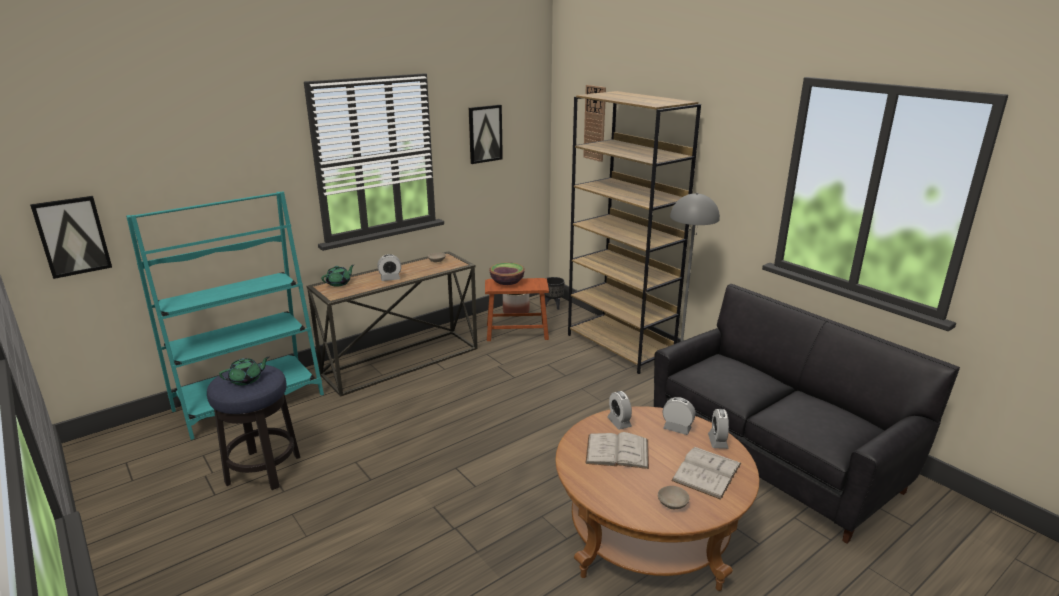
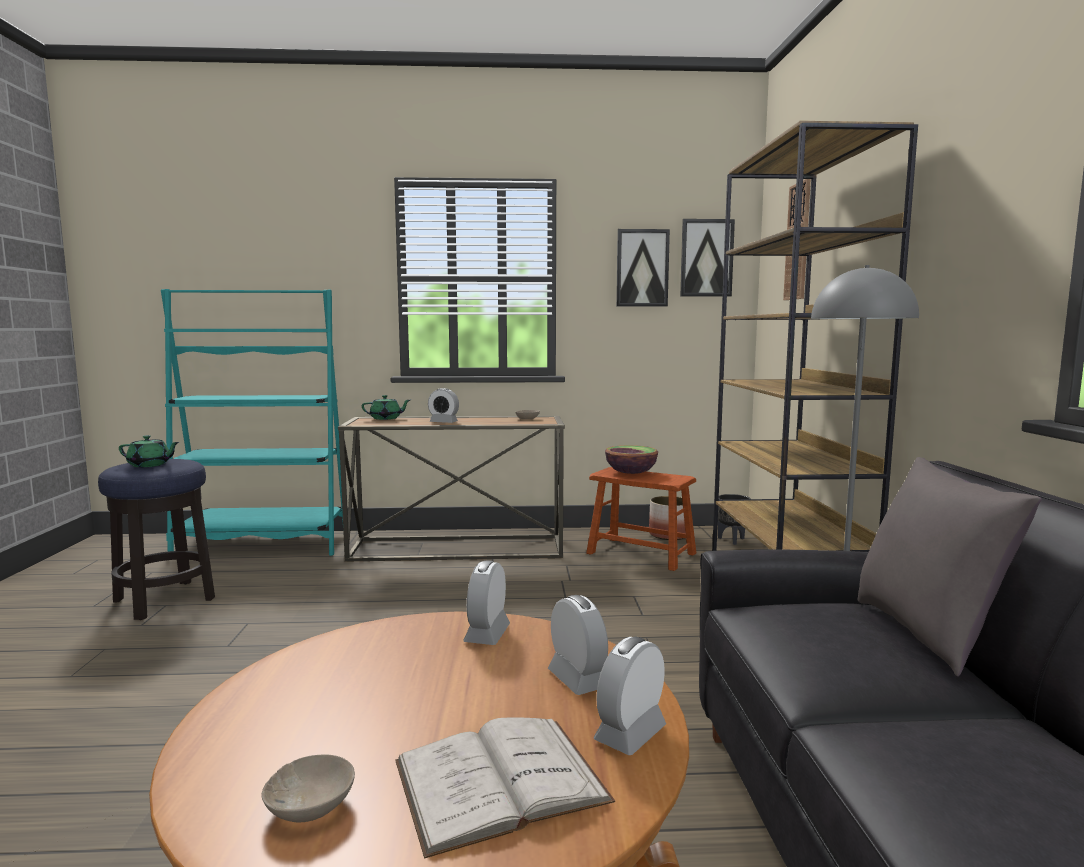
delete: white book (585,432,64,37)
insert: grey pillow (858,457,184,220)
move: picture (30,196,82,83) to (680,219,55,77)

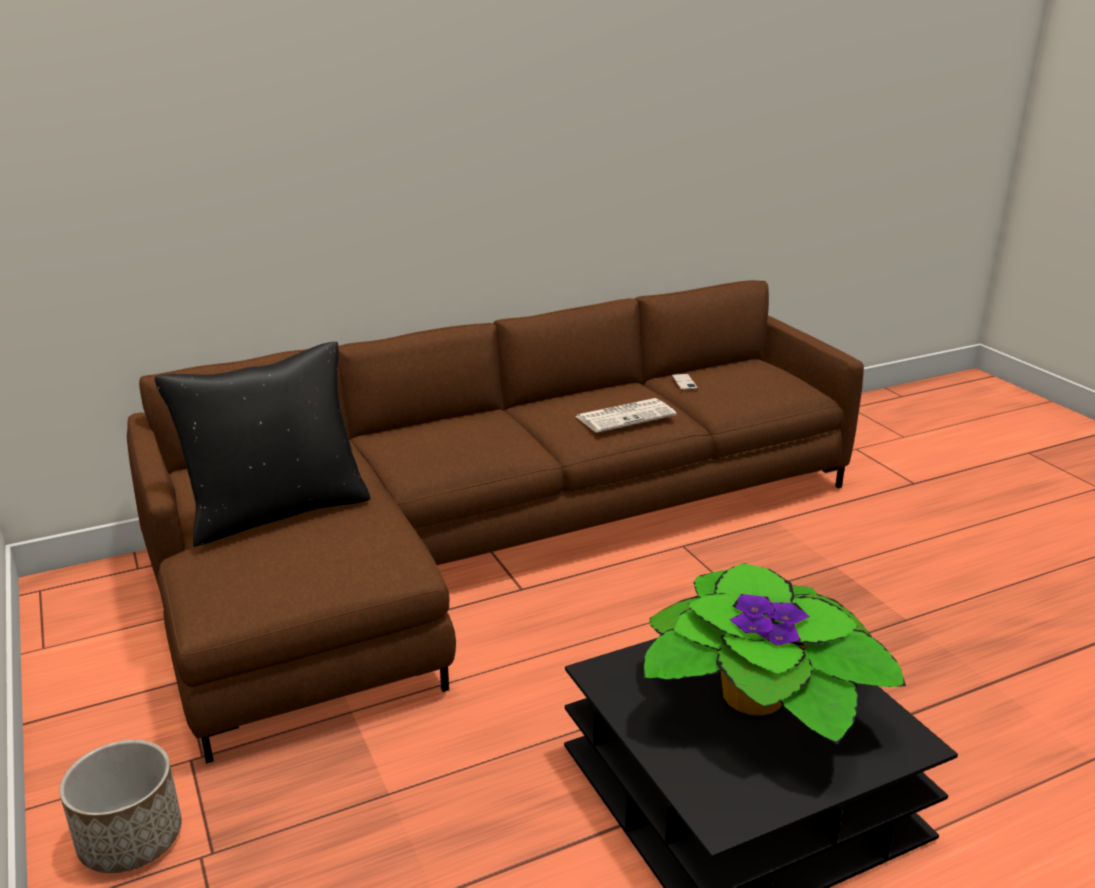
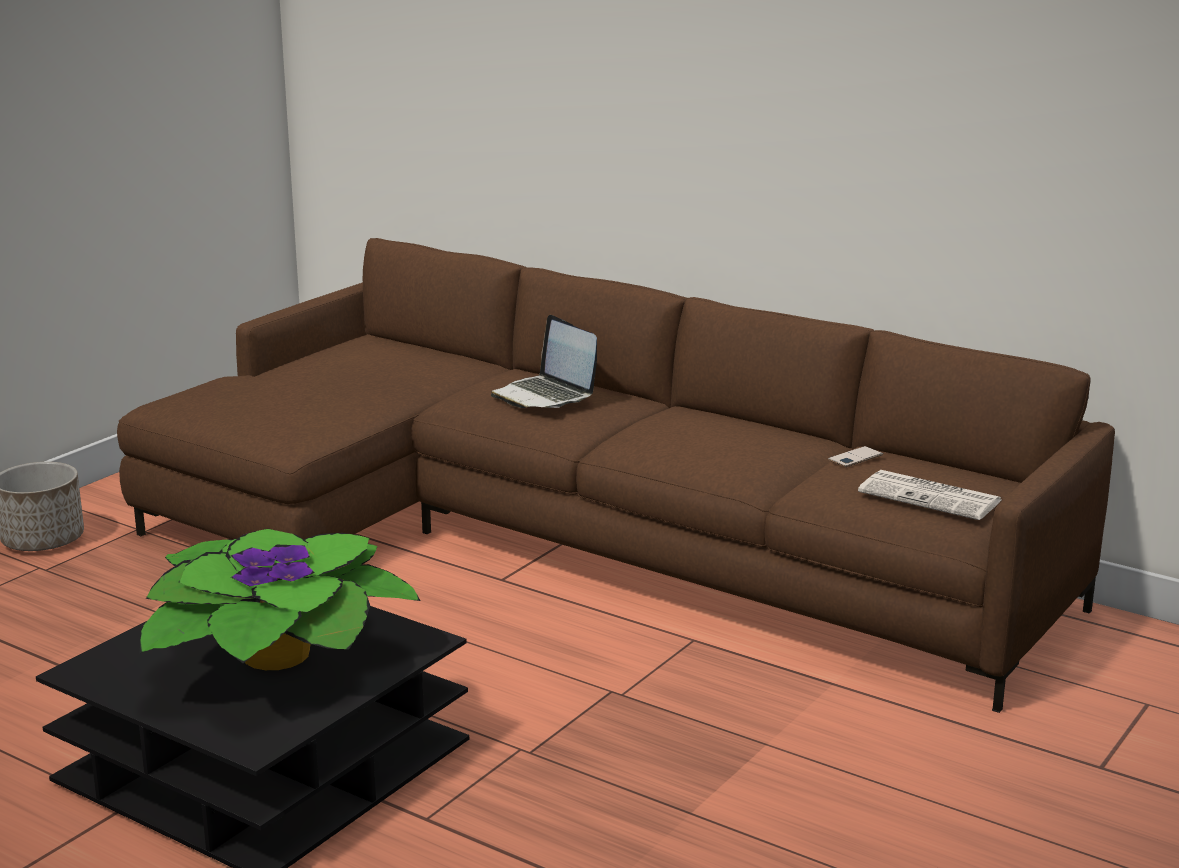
delete: black pillow (154,342,217,205)
insert: laptop (491,315,106,93)
move: newspaper (576,398,100,35) to (858,470,143,50)

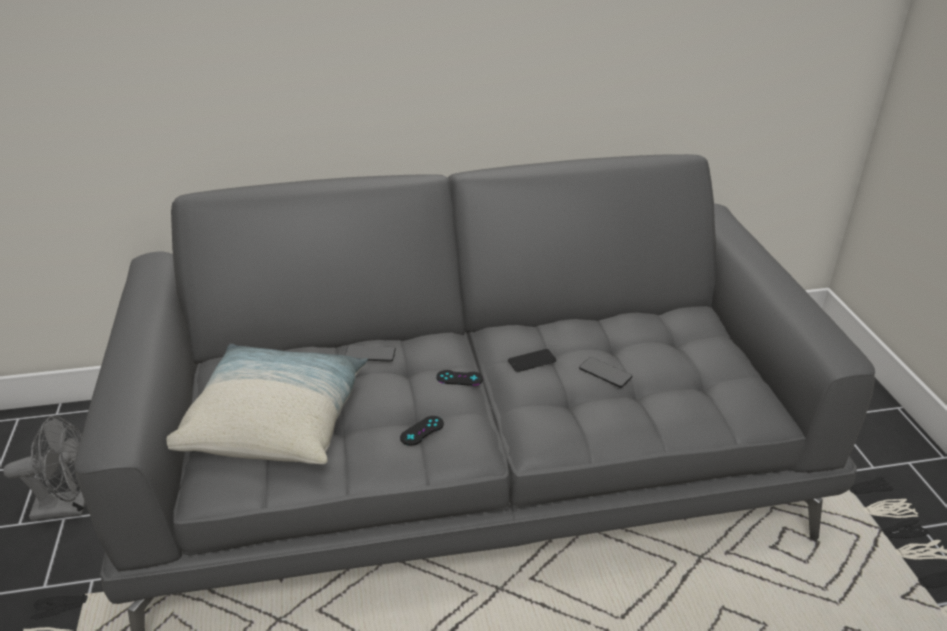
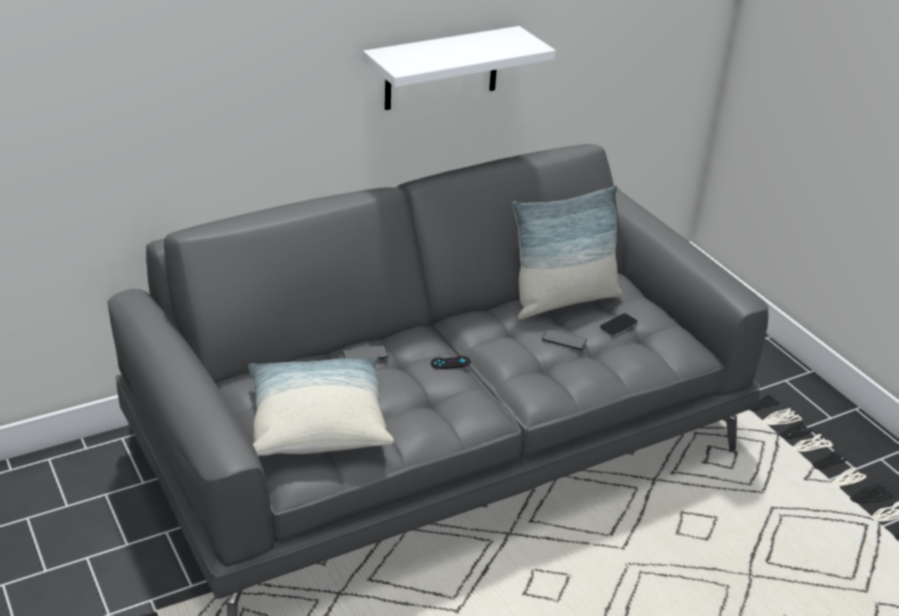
delete: grey fan (3,415,82,106); black game controller (400,416,44,30)
insert: white shelf (363,26,193,84); pillow (512,185,110,134)
move: phone (508,349,49,23) to (600,313,37,22)

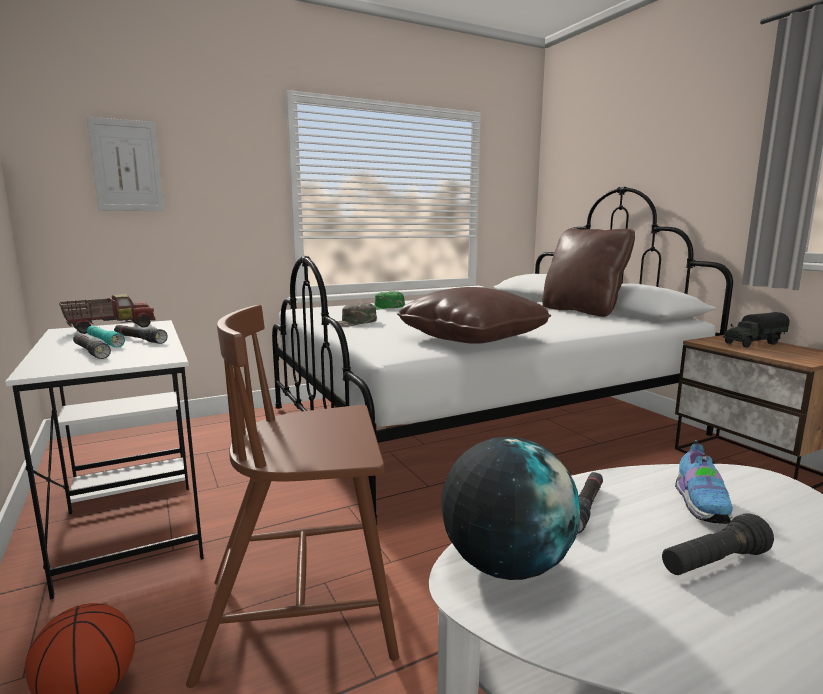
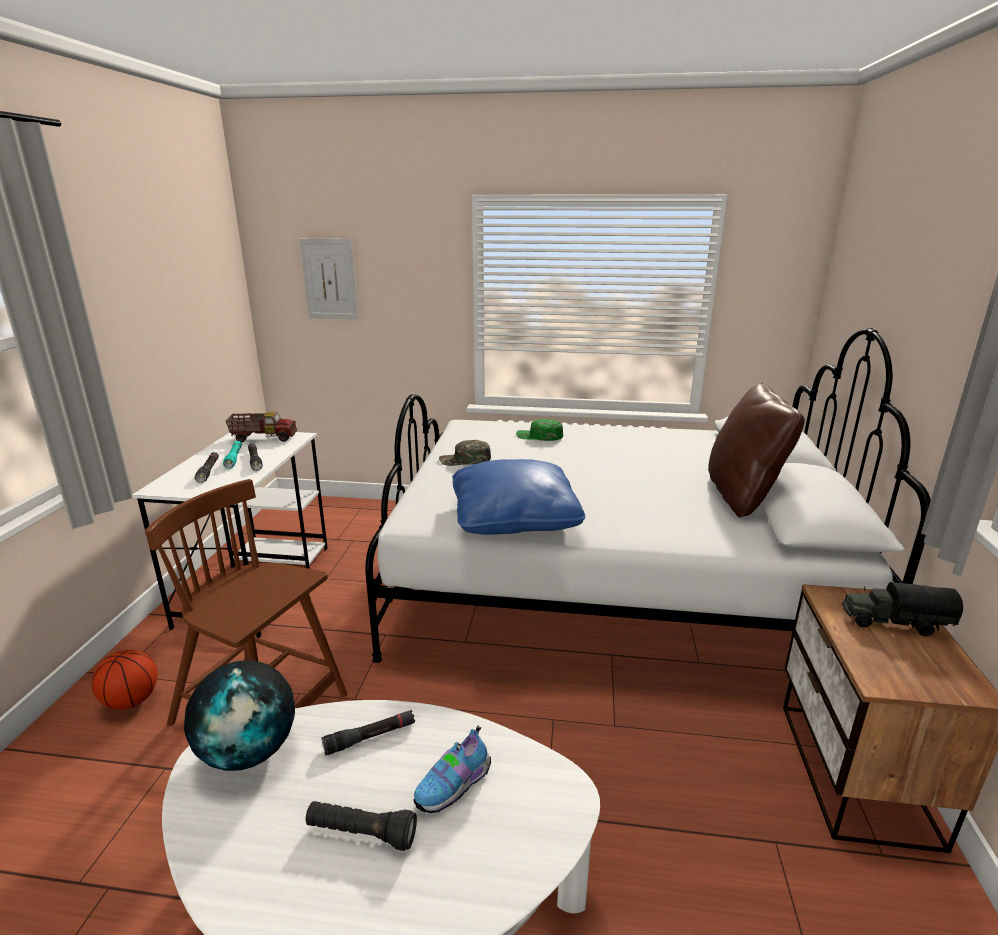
recolor: brown pillow (397,287,154,57) to blue pillow (452,459,133,76)

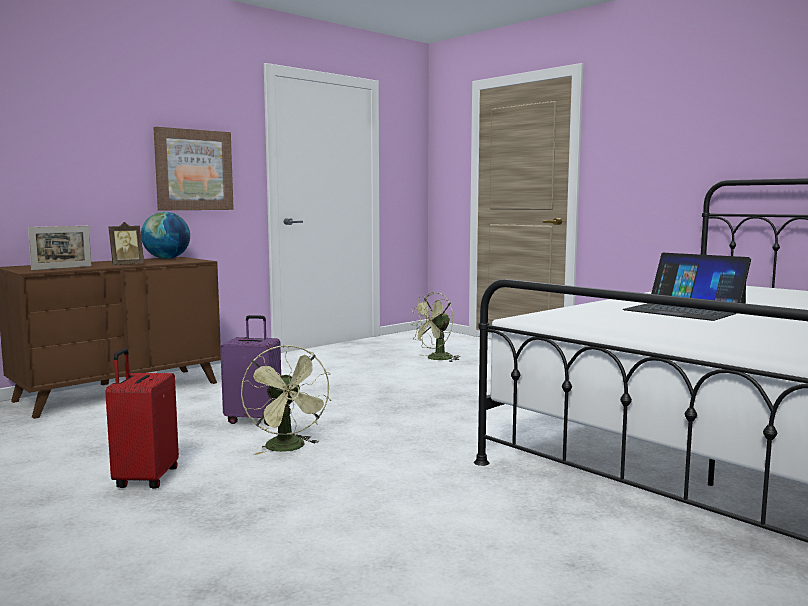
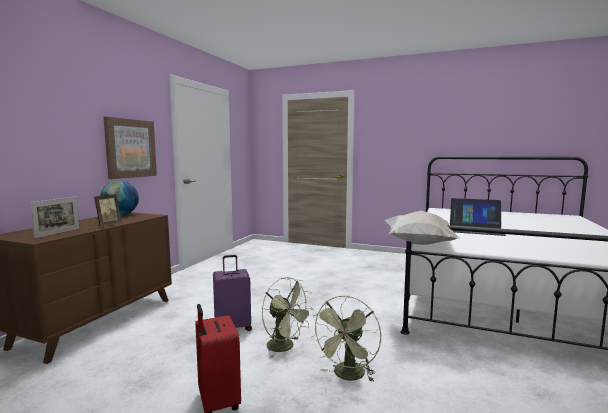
insert: white pillow (385,211,75,34)
move: green fan (410,292,49,70) to (311,296,70,86)

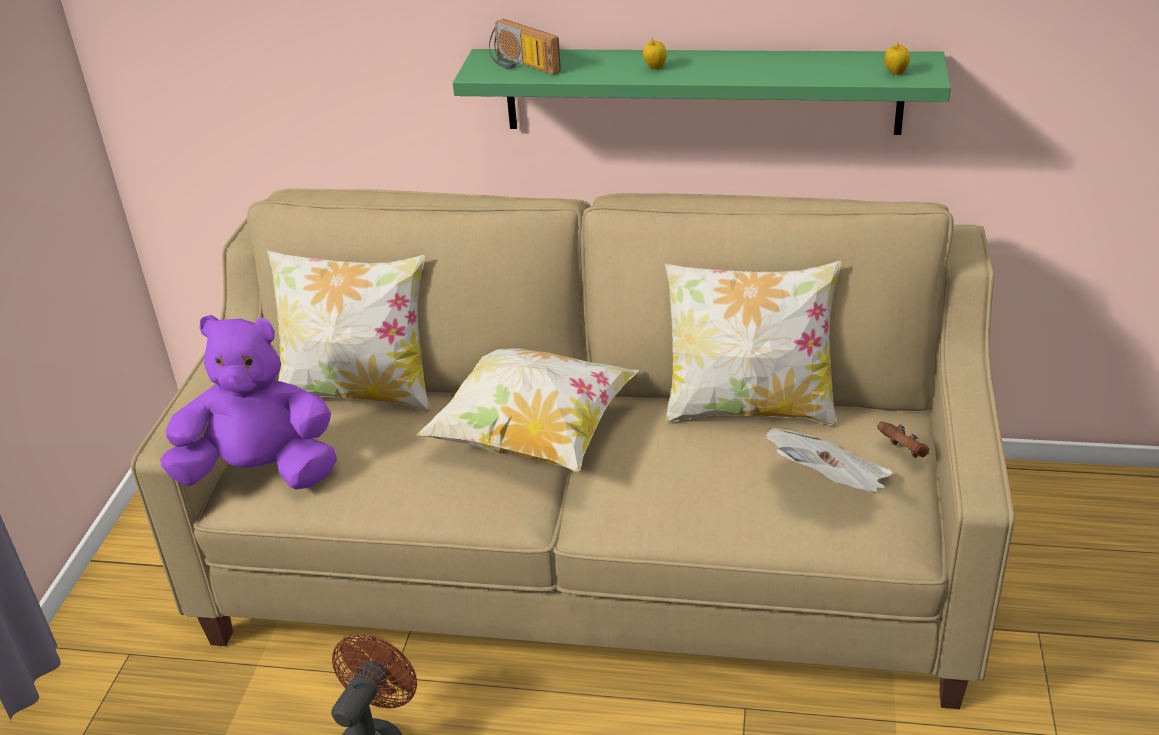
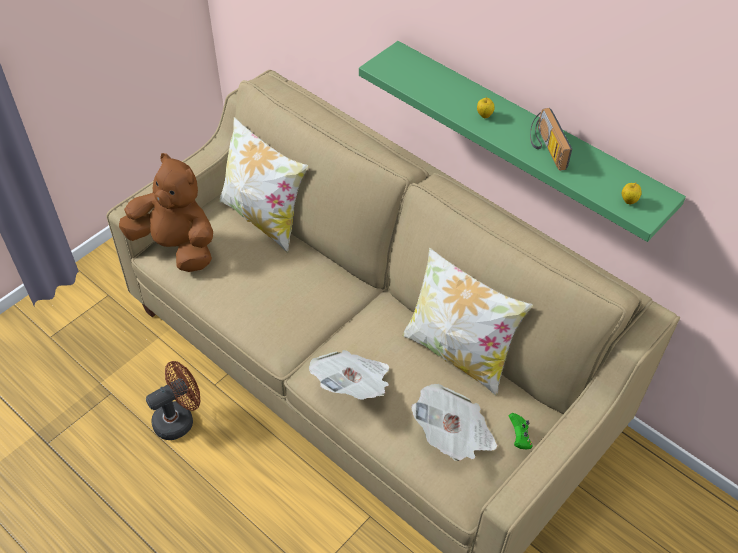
delete: pillow (416,348,223,123)
insert: newspaper (309,350,80,50)
move: radio (489,19,72,56) to (530,108,42,63)
recolor: purple plush toy (160,315,177,175) to brown plush toy (119,153,94,119); brown game controller (877,421,52,37) to green game controller (509,413,24,36)

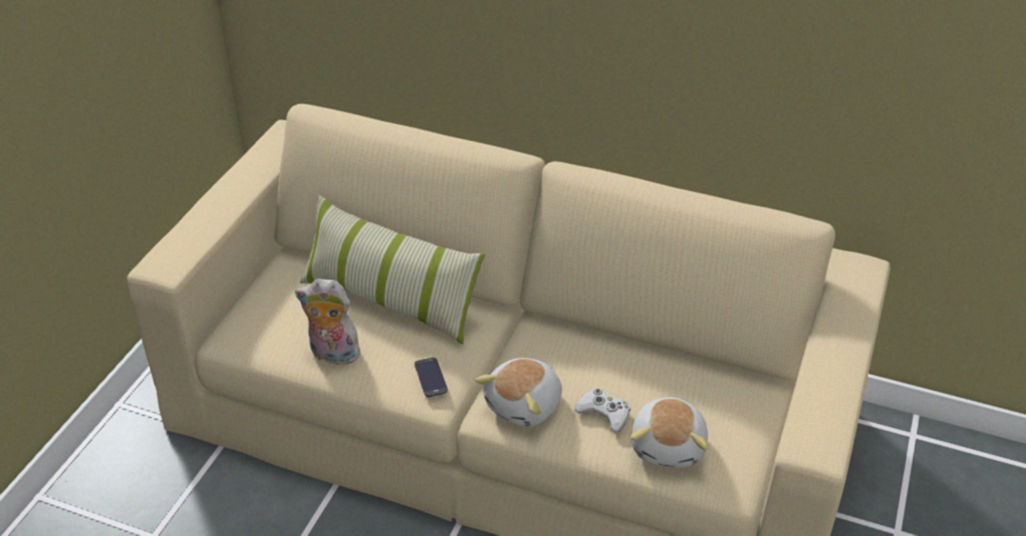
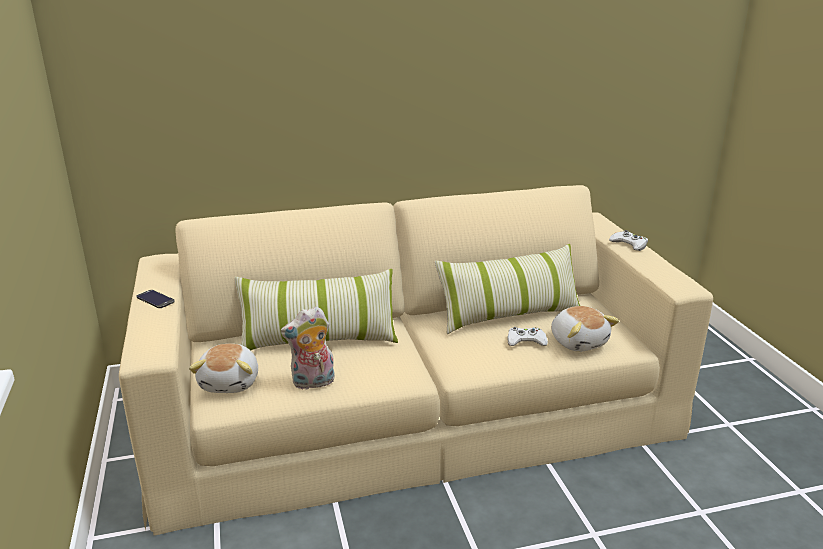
insert: pillow (435,244,145,90); white game controller (609,230,39,21)
move: phone (414,357,34,40) to (137,290,38,18); plush toy (475,358,87,69) to (189,343,69,50)

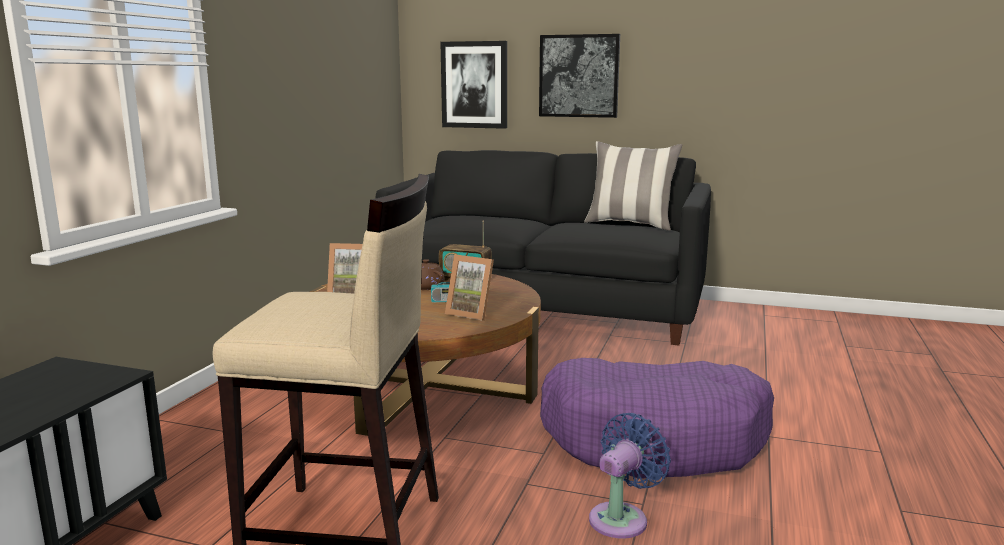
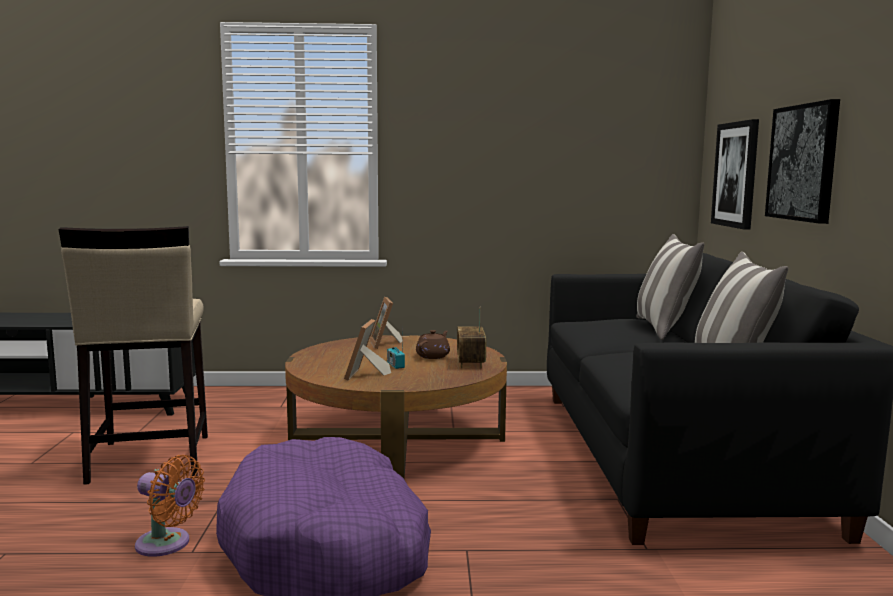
insert: pillow (637,234,67,106)
recolor: blue fan (589,413,82,125) to orange fan (135,455,70,102)

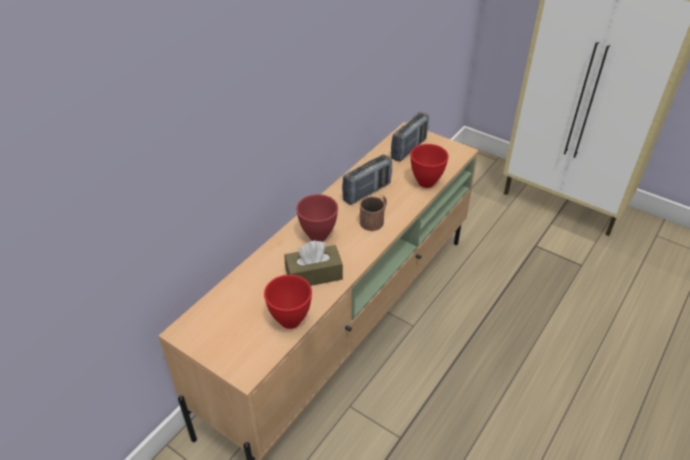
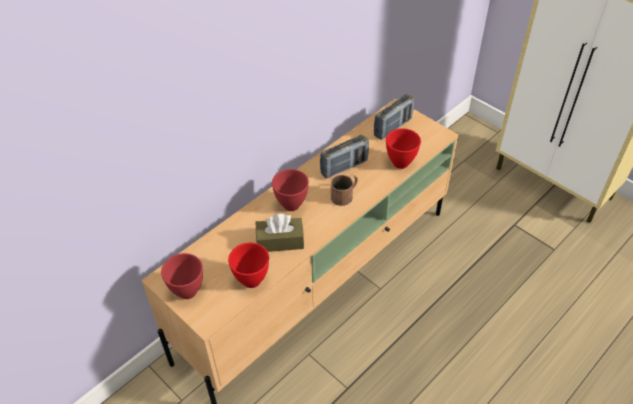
insert: red bowl (161,253,42,46)

